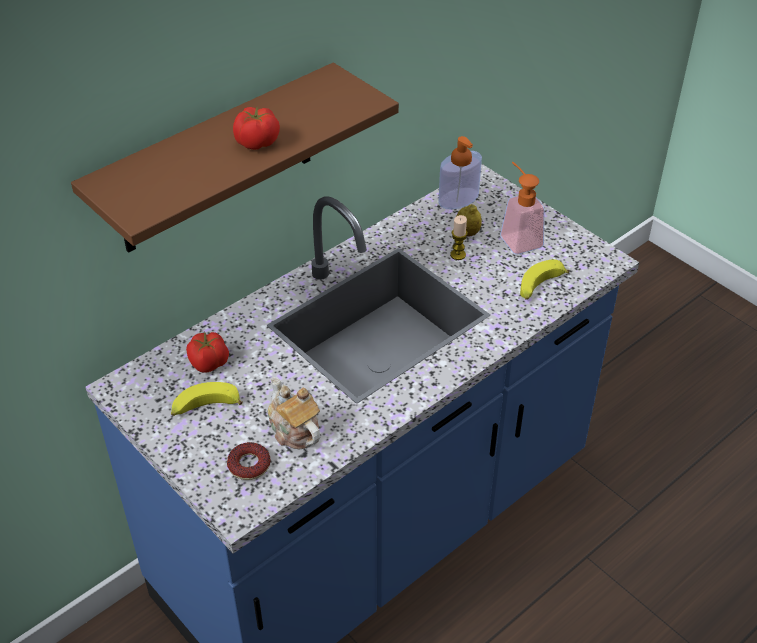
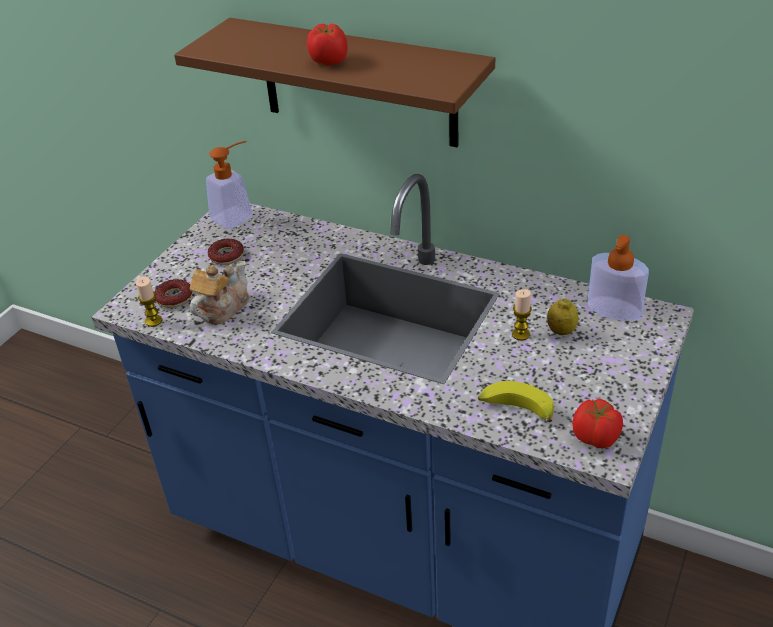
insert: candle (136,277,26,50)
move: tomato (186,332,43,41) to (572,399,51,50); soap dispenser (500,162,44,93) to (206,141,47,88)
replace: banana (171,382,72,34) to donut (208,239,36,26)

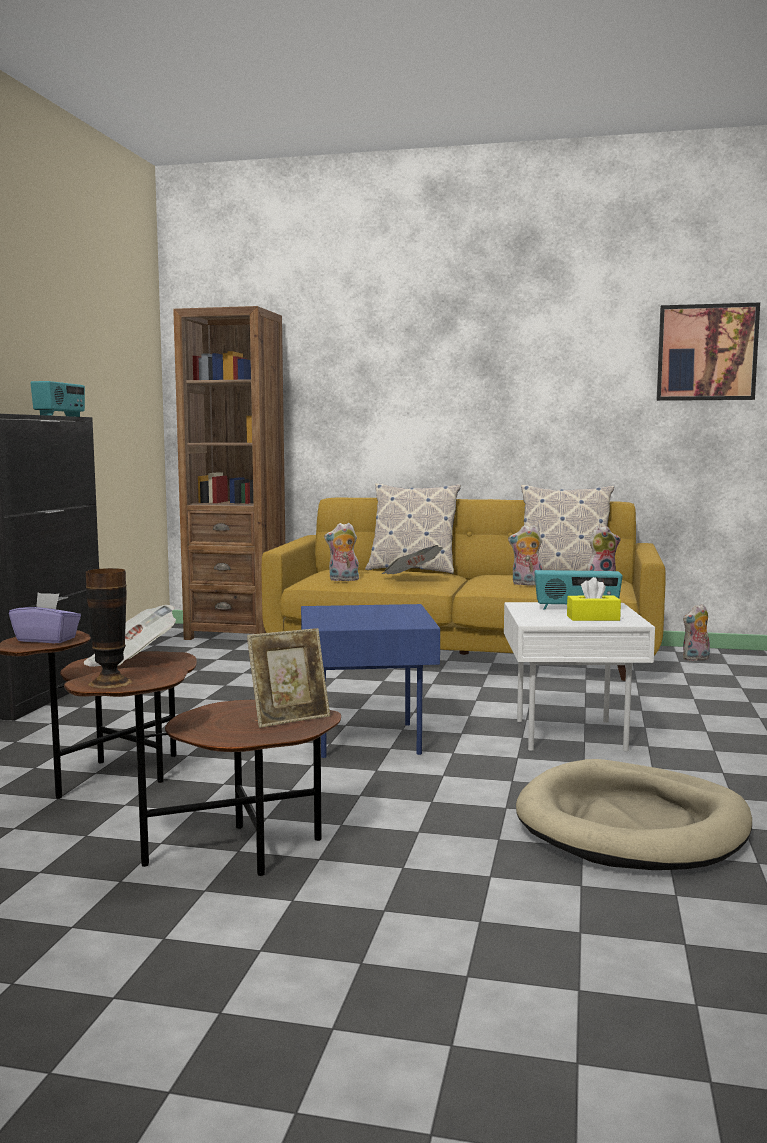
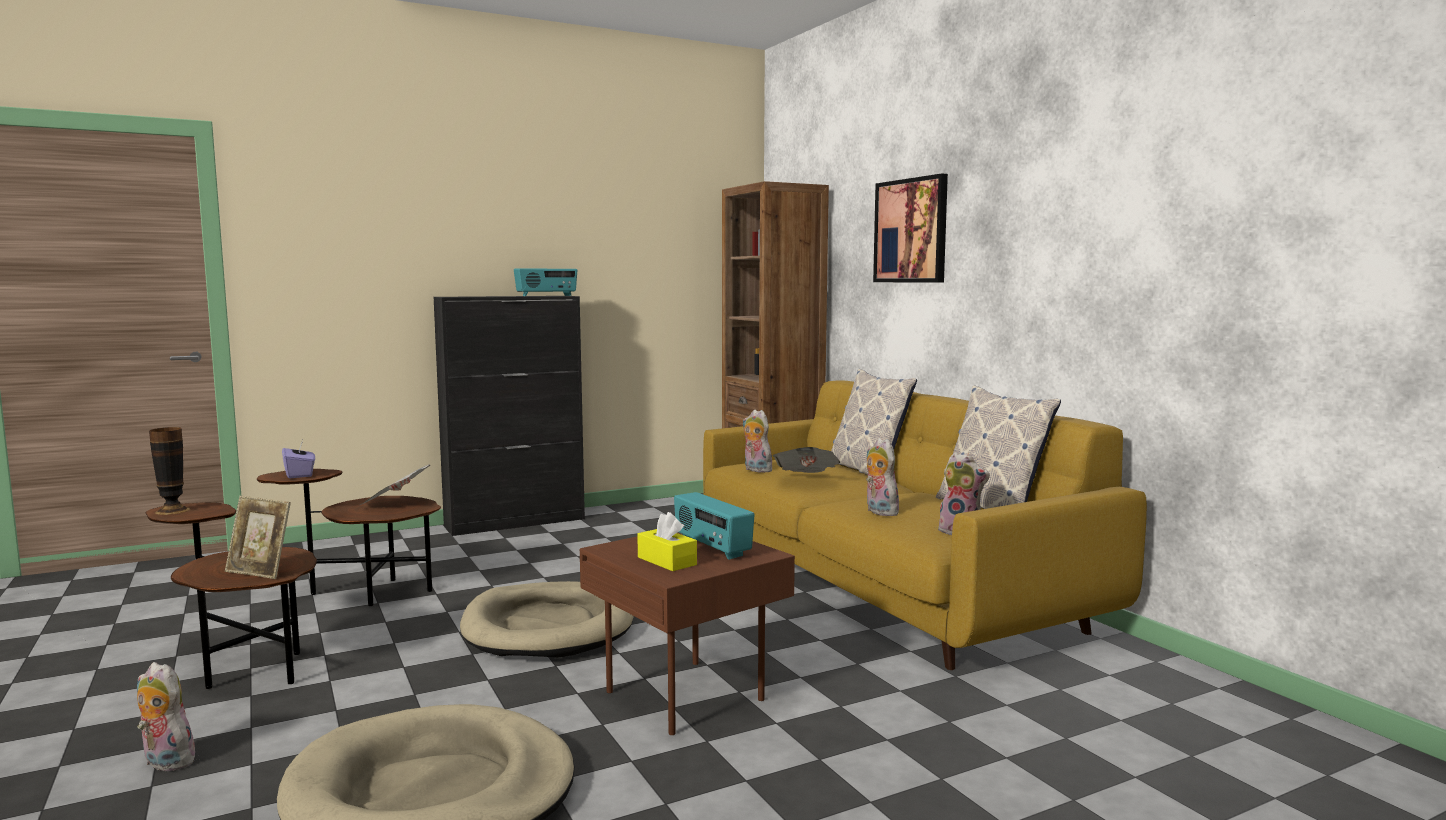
move: picture (657,303,103,98) to (873,173,75,110); plush toy (683,604,27,57) to (137,662,58,109)
replace: blue side table (301,604,139,154) to beige dog bed (460,581,174,77)
recolor: white side table (504,602,151,149) to brown side table (580,532,215,203)

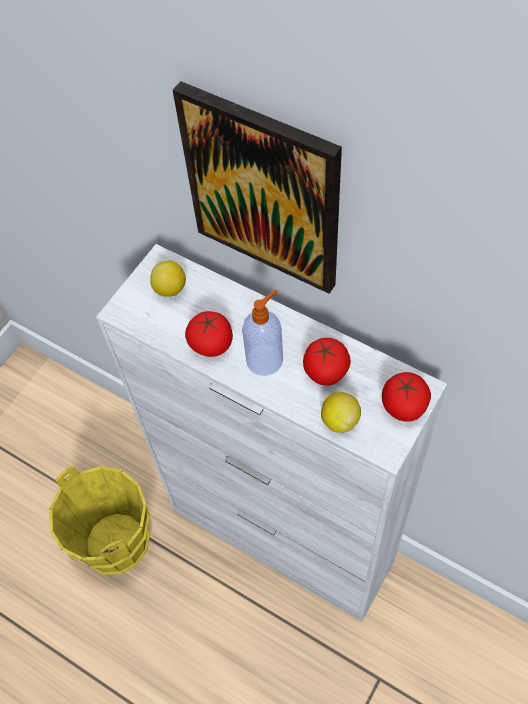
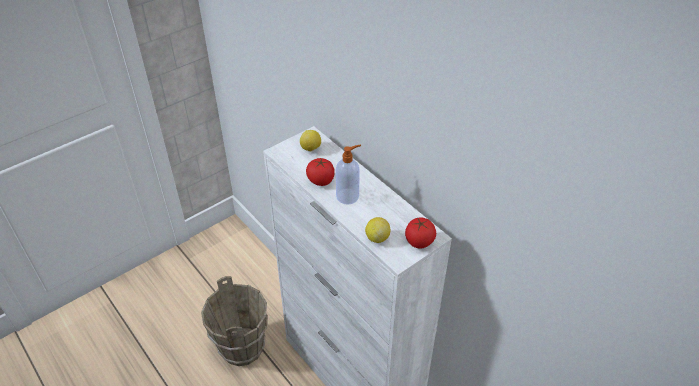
delete: picture (173,81,169,213); tomato (303,338,48,47)
recolor: yellow bucket (49,466,101,108) to brown bucket (201,276,67,90)

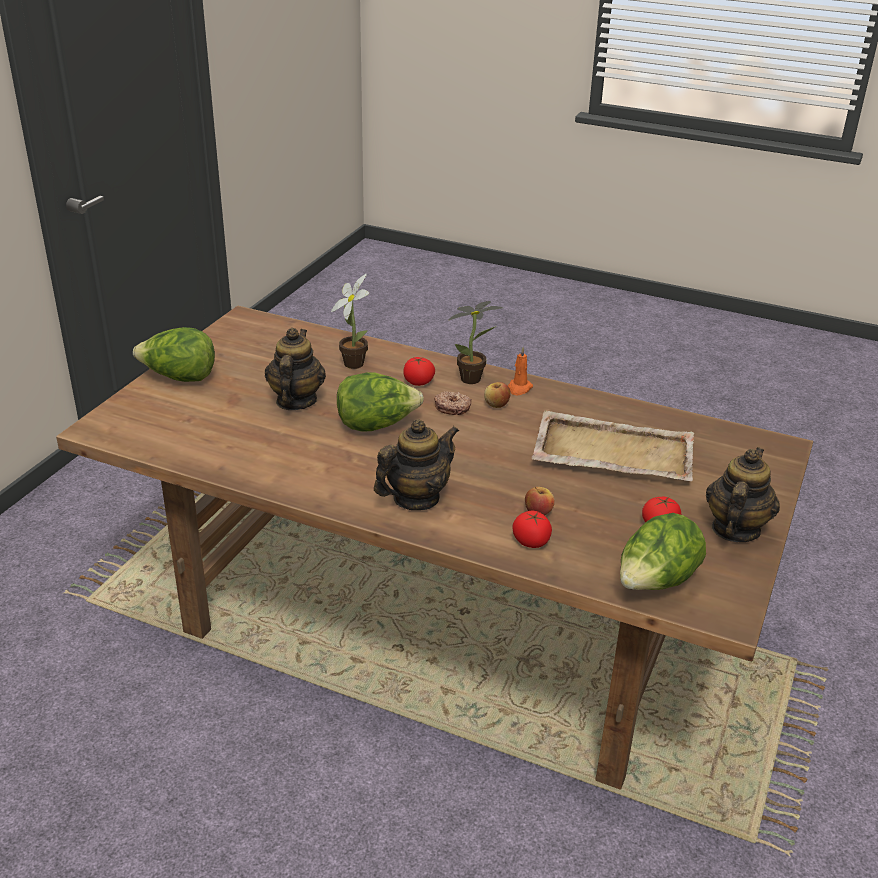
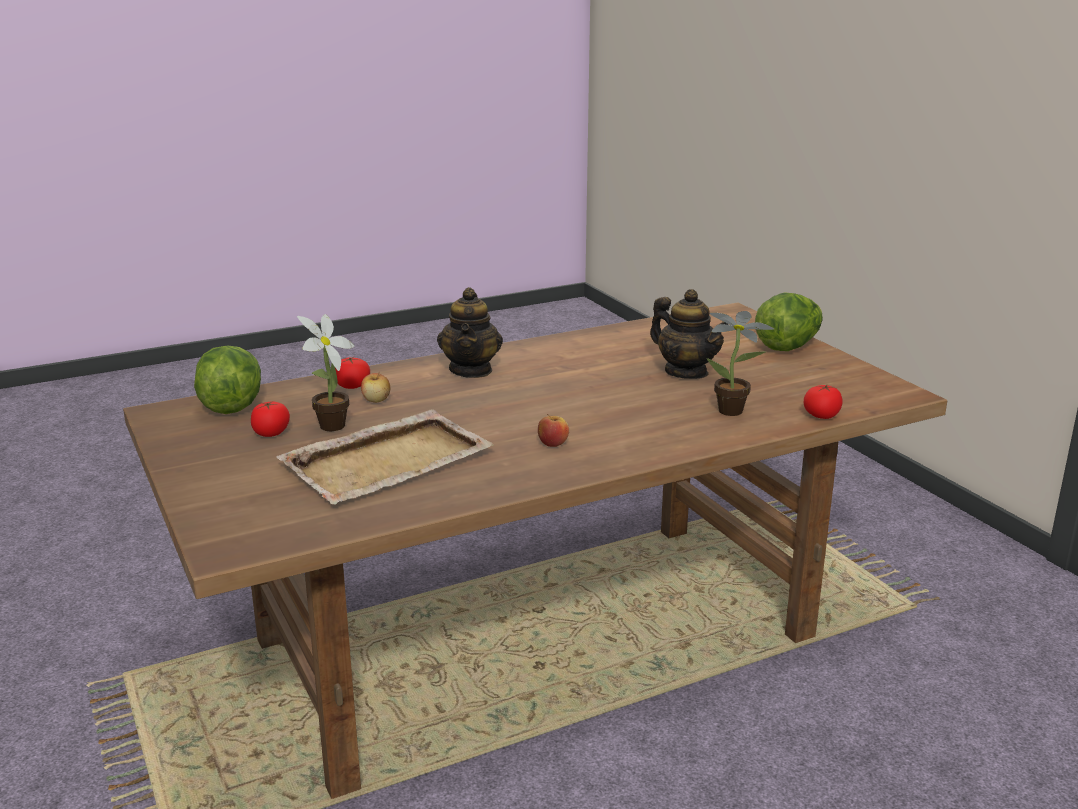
delete: lettuce (337,372,87,60); donut (434,392,38,23); orange candle (508,347,25,48); teapot (706,447,74,95)
move: tomato (403,357,32,29) to (804,385,39,34); potted plant (448,301,55,83) to (297,314,57,117)

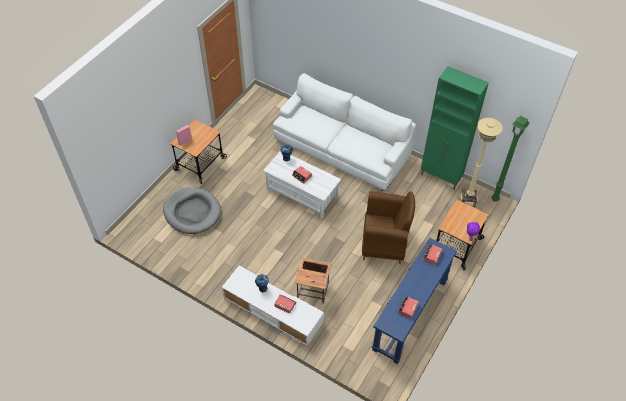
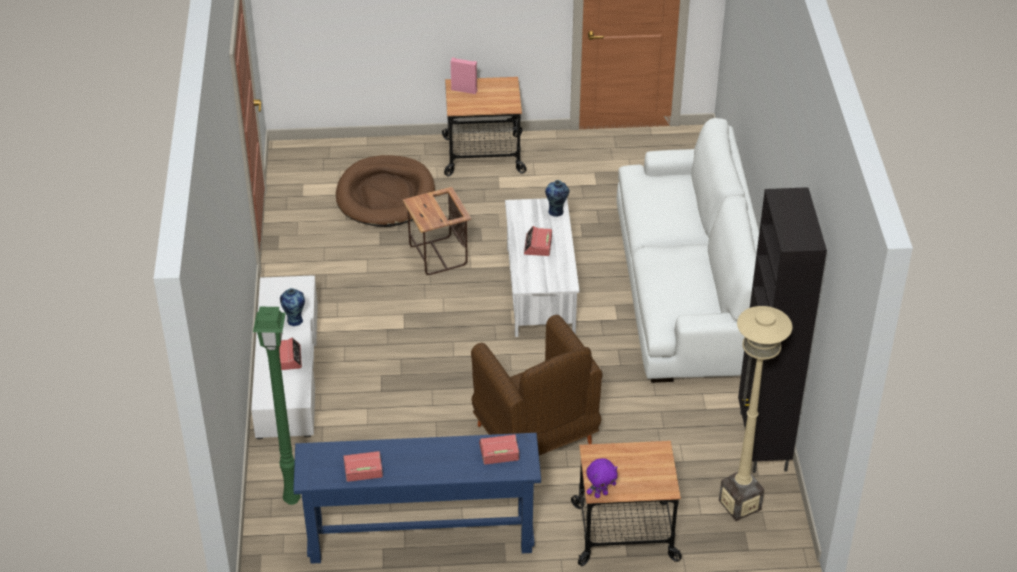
move: side table (295,258,36,45) to (403,187,68,88); green floor lamp (491,115,39,87) to (253,307,48,198)
recolor: grey dog bed (163,187,58,47) to brown dog bed (336,155,99,72); green cabinet (421,66,68,124) to black cabinet (738,187,89,286)

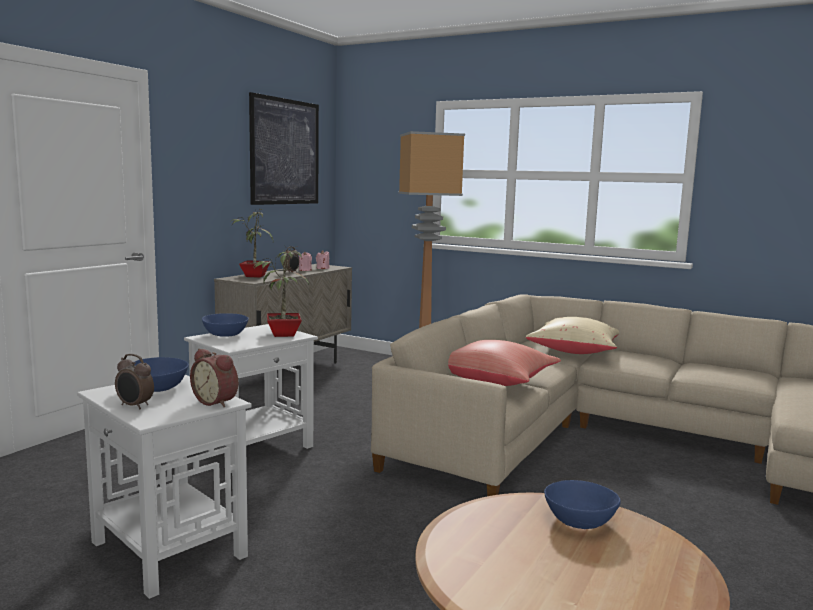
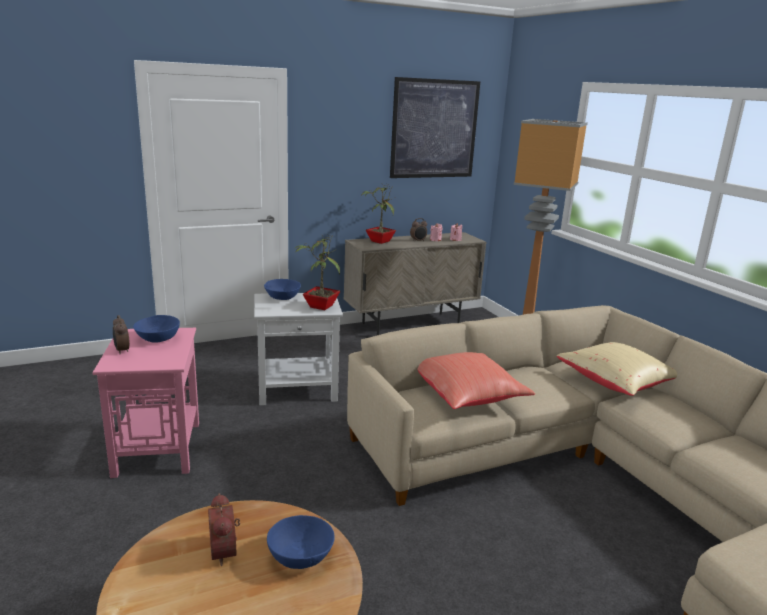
move: alarm clock (190,349,48,59) to (208,493,32,73)
recolor: white side table (77,374,175,225) to pink side table (93,328,106,150)

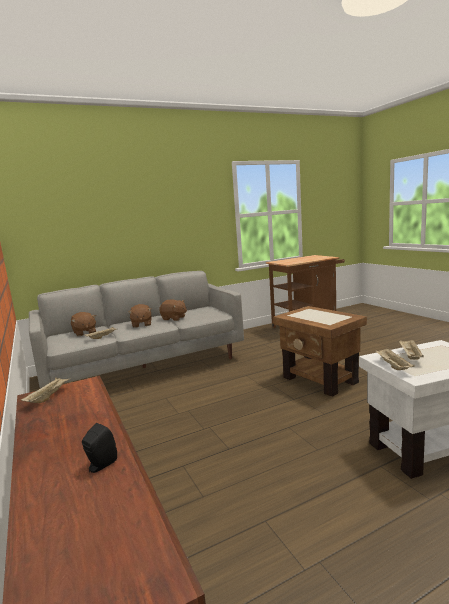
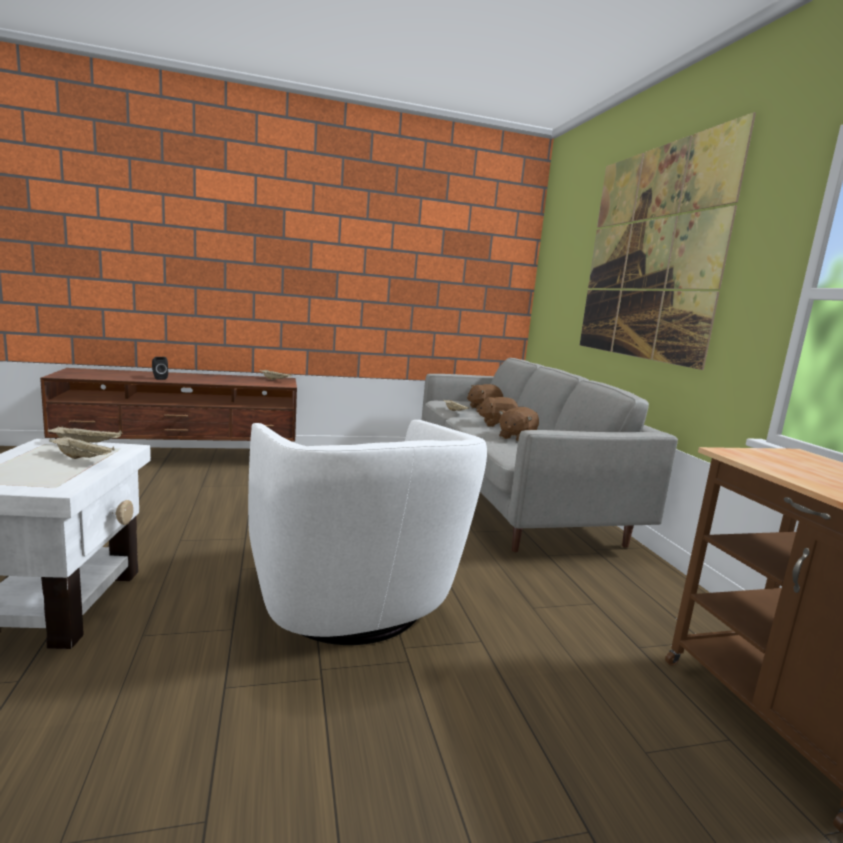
insert: picture (580,112,176,258)
replace: brown side table (273,306,94,91) to white armchair (248,420,239,225)

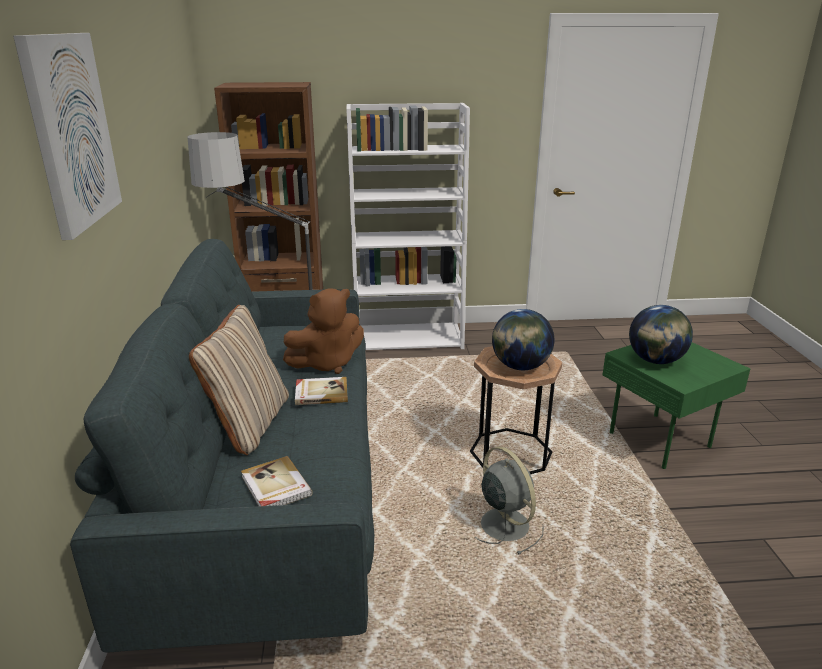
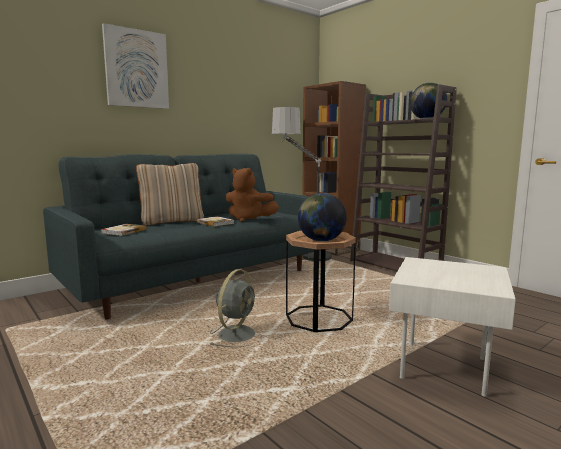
move: globe (629,305,64,59) to (410,83,37,36)
recolor: white bookcase (346,103,124,247) to brown bookcase (350,84,107,187); green side table (603,342,147,127) to white side table (389,257,127,140)

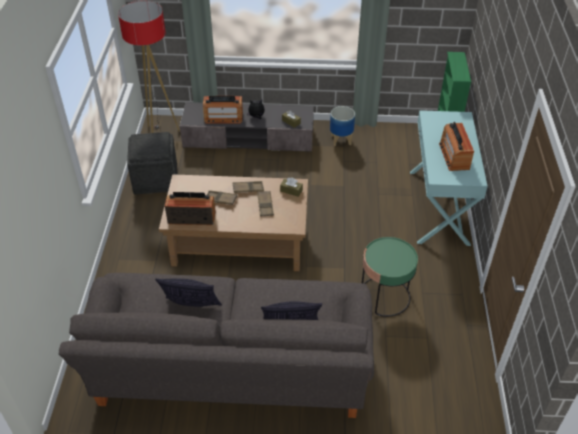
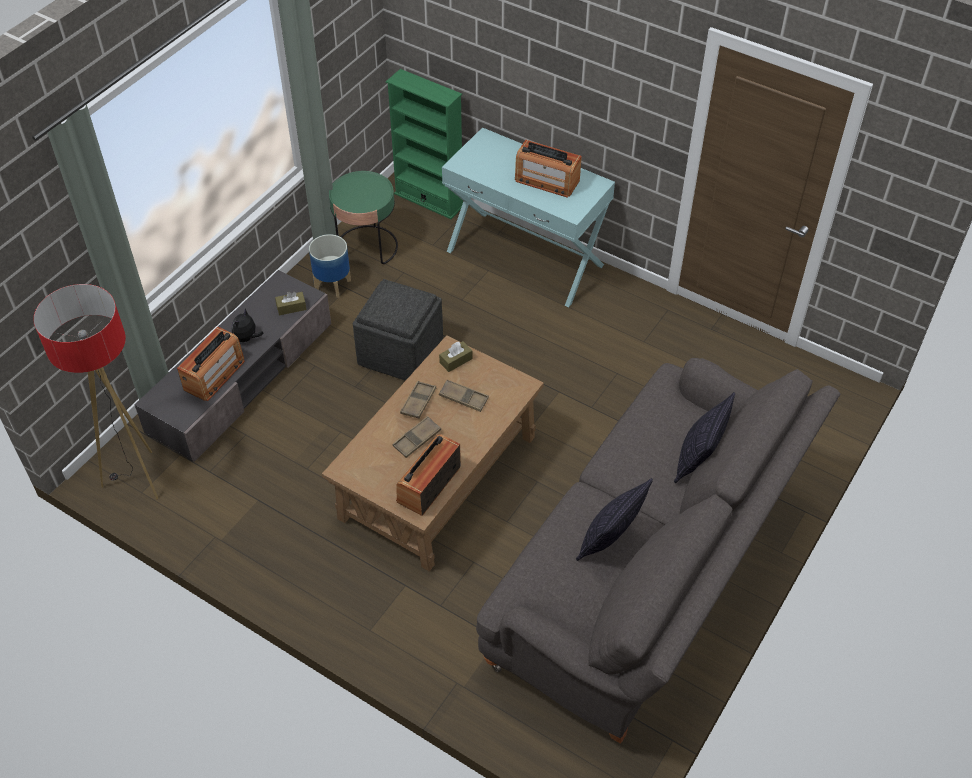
move: grey ottoman (127,132,50,62) to (353,279,90,102); green side table (362,237,56,80) to (329,171,69,93)

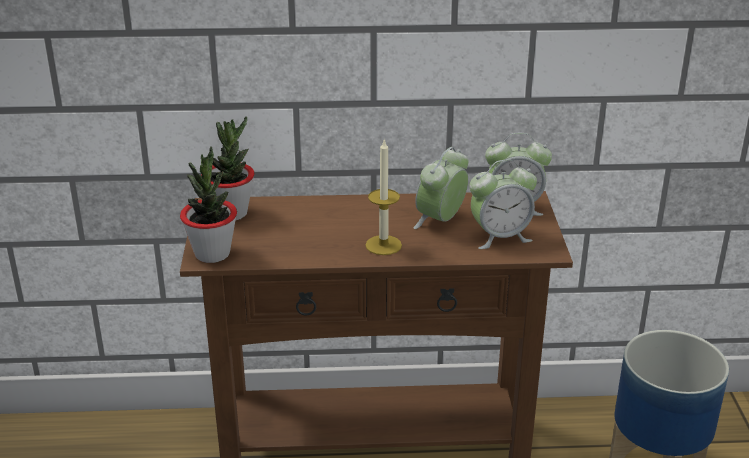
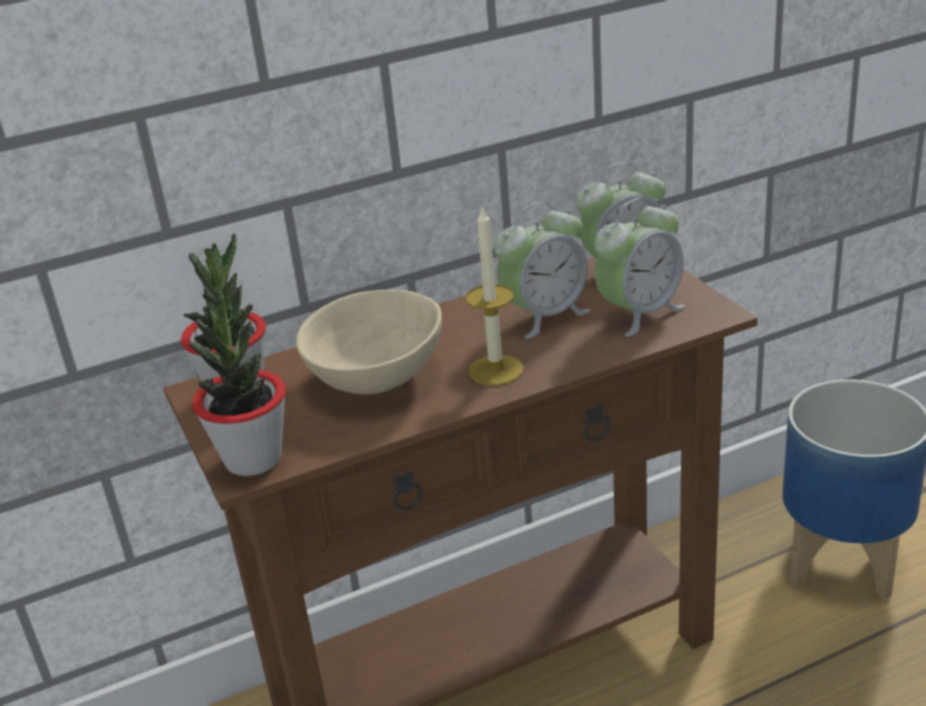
insert: beige bowl (296,290,146,105)
rotate: alarm clock (414,147,54,82) = (494,202,97,137) 135 degrees counterclockwise

